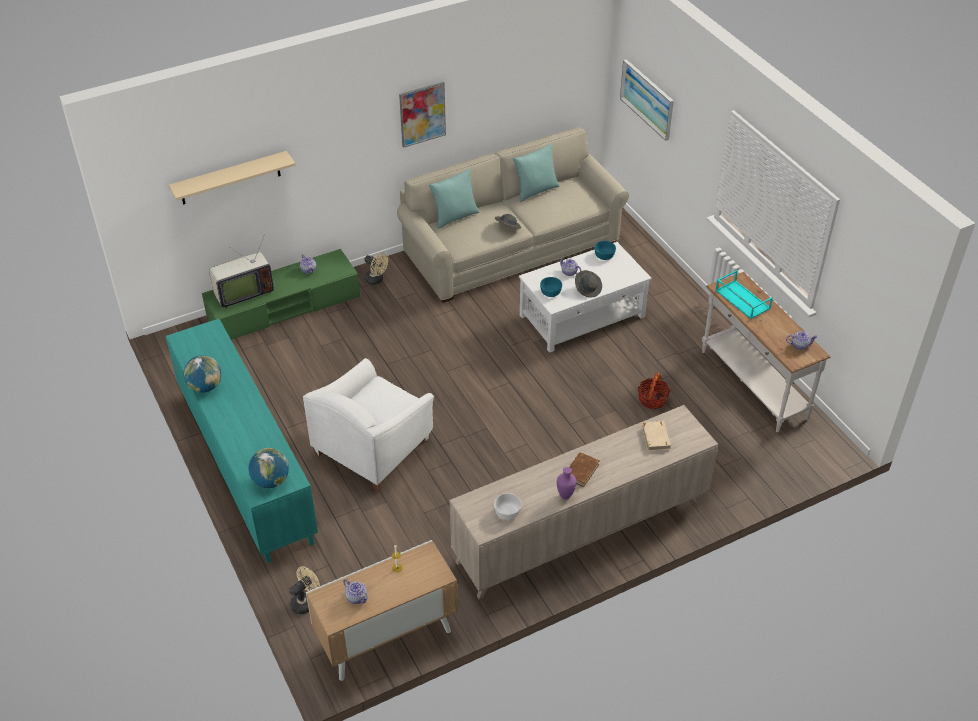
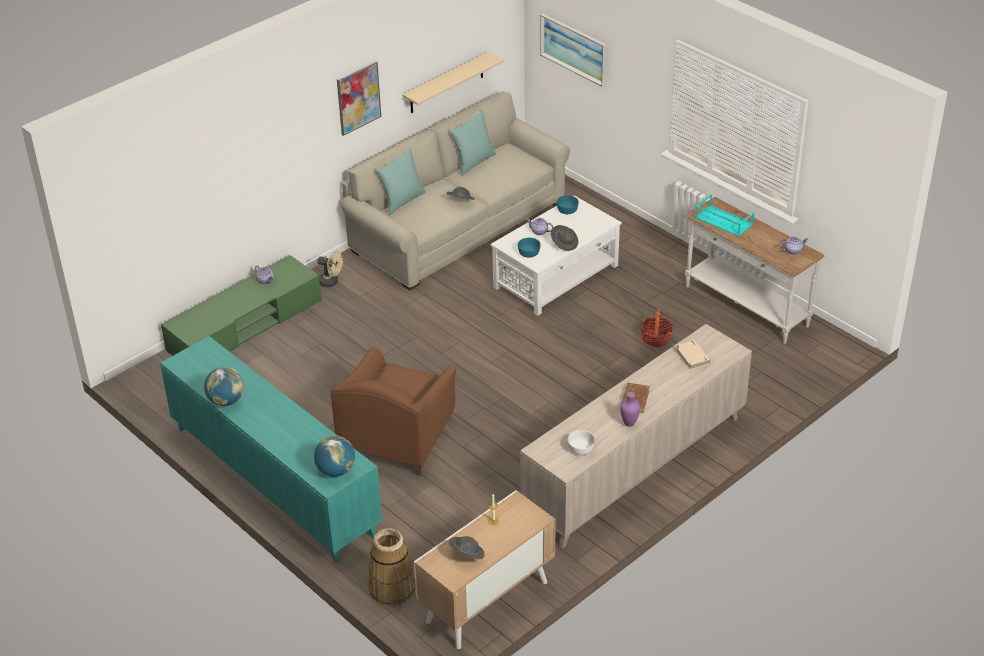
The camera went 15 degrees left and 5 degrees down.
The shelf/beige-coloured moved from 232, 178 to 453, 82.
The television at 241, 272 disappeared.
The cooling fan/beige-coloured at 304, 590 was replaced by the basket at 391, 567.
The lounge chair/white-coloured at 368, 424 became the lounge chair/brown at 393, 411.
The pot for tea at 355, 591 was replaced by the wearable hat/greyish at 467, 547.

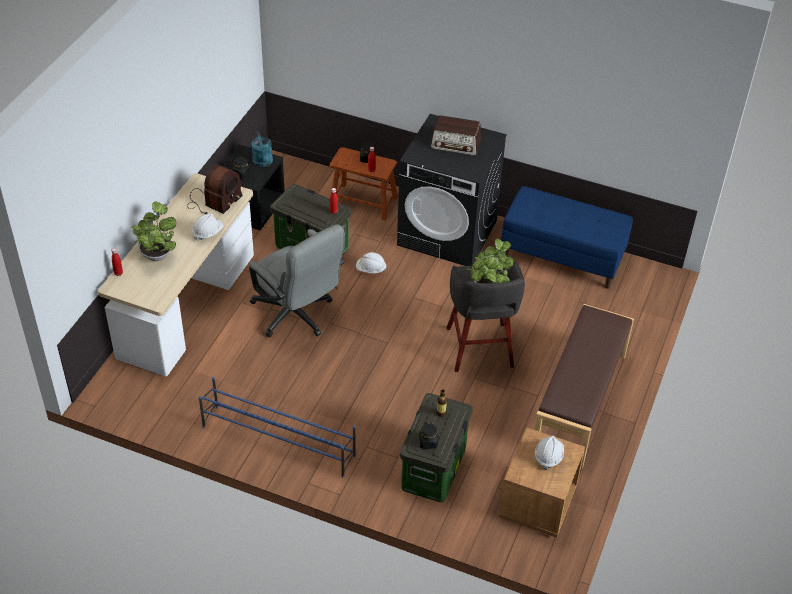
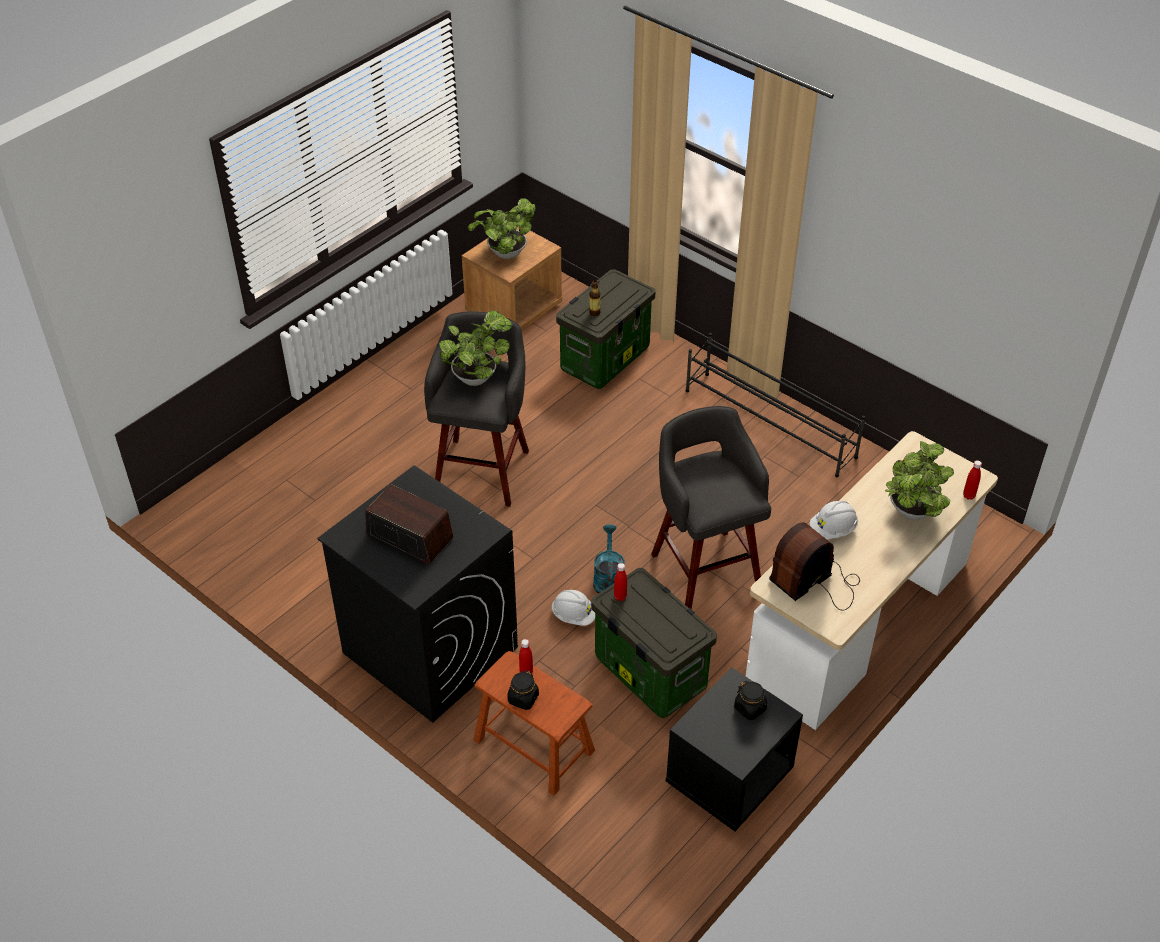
The camera went 160 degrees left and 0 degrees up.
The shoe shelf/blue at 277, 427 became the shoe shelf/blackish at 775, 405.
The office chair/greyish at 297, 280 was replaced by the stool/greyish at 711, 507.
The watering pot/blue-green moved from 262, 149 to 609, 559.
The preserve jar/blackish at 428, 435 disappeared.
The long seat/blue at 567, 237 disappeared.
The long seat/brown at 584, 386 disappeared.
The safety helmet/white-coloured at 549, 453 was replaced by the houseplant at 502, 228.

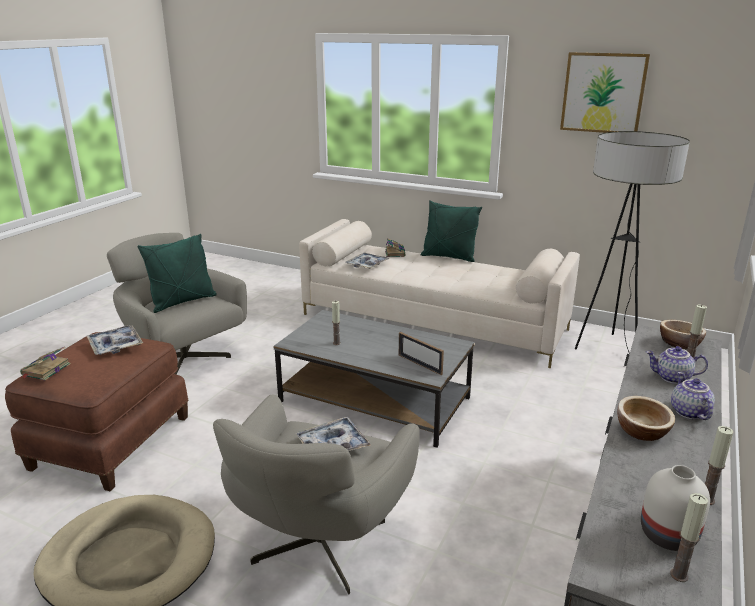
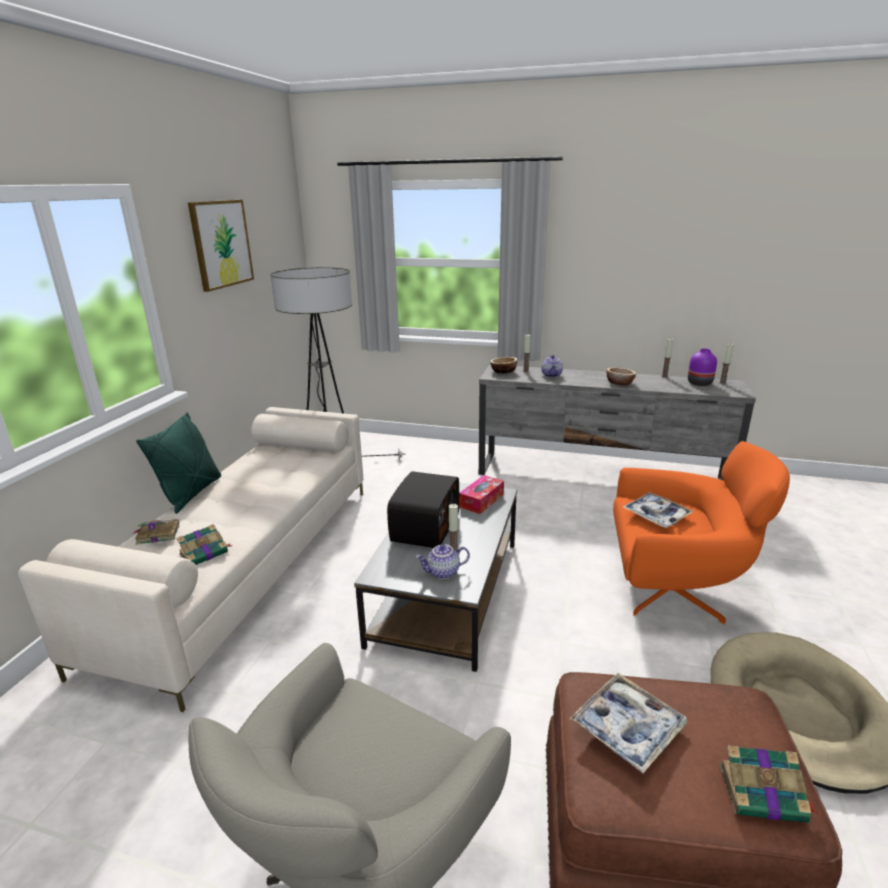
The camera went 100 degrees left and 0 degrees up.
The throw pillow/green at 177, 273 disappeared.
The lounge chair/greyish at 316, 494 became the lounge chair/orangey at 701, 533.
The serving tray at 367, 260 was replaced by the bound book at 205, 544.
The standing frame at 421, 353 was replaced by the tissue box at 481, 494.
The decorative vase/white-coloured at 675, 508 became the decorative vase/purple at 702, 367.
The pot for tea moved from 693, 396 to 443, 561.
The radio at 423, 509 appeared.

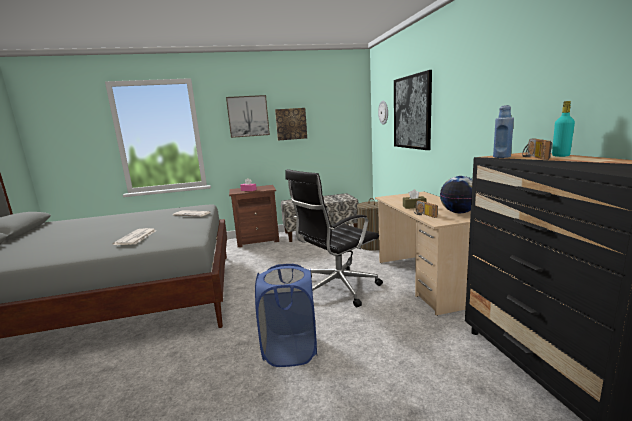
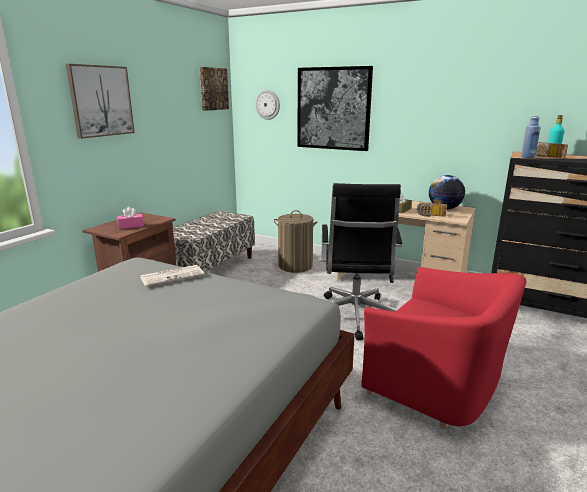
The camera went 50 degrees left and 5 degrees up.
The newspaper at 134, 236 disappeared.
The hamper/blue at 286, 315 was replaced by the lounge chair/red at 443, 347.
The wall picture moved from 291, 124 to 214, 89.

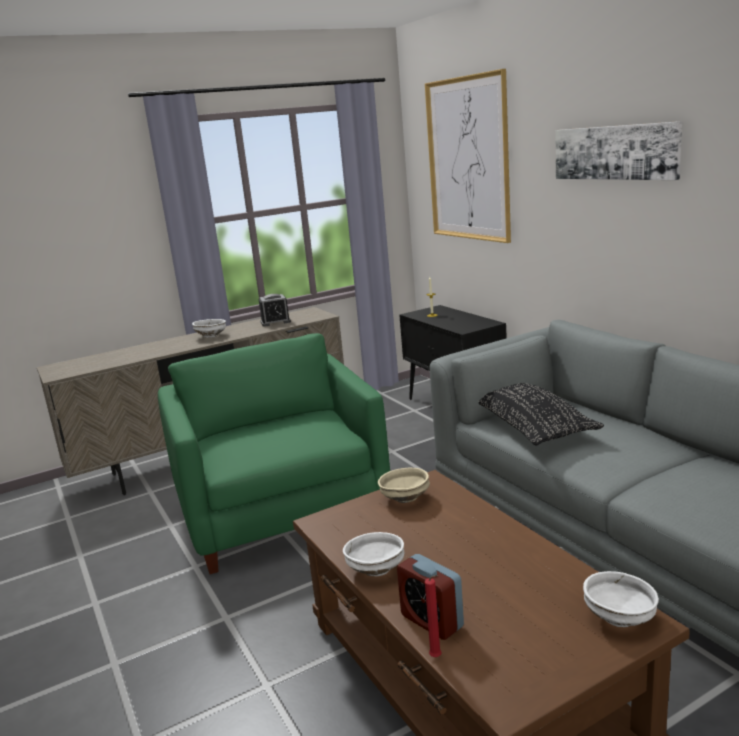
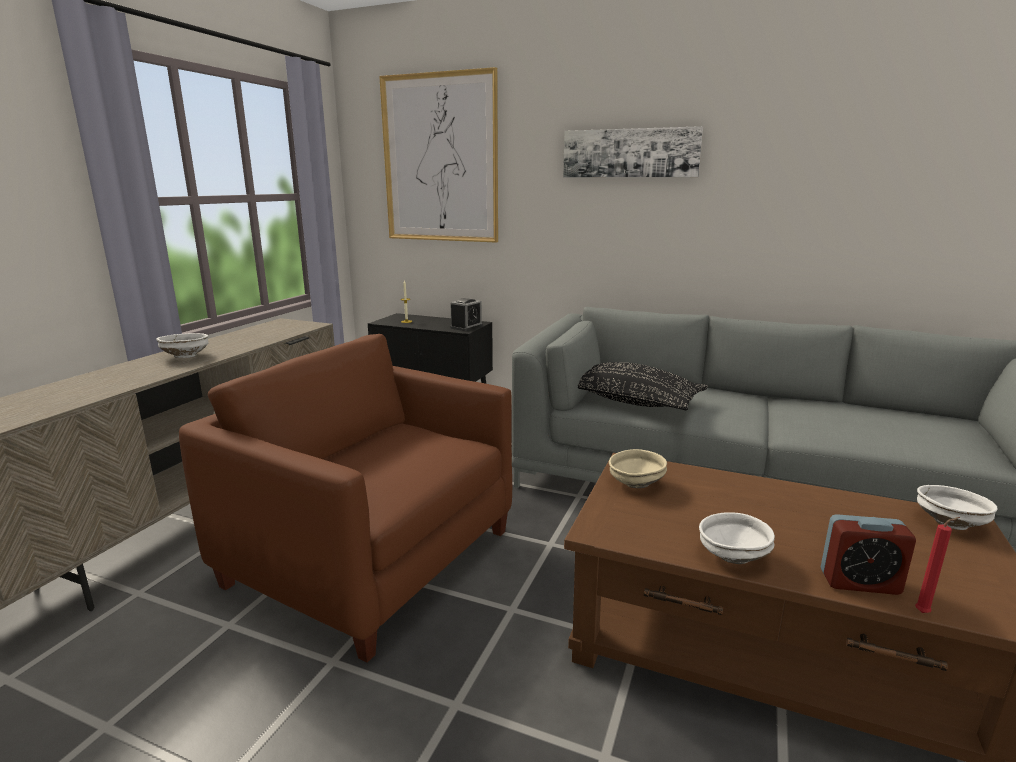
The camera went 40 degrees left and 0 degrees up.
The lounge chair/green at 274, 453 became the lounge chair/brown at 345, 498.
The alarm clock moved from 275, 310 to 466, 314.

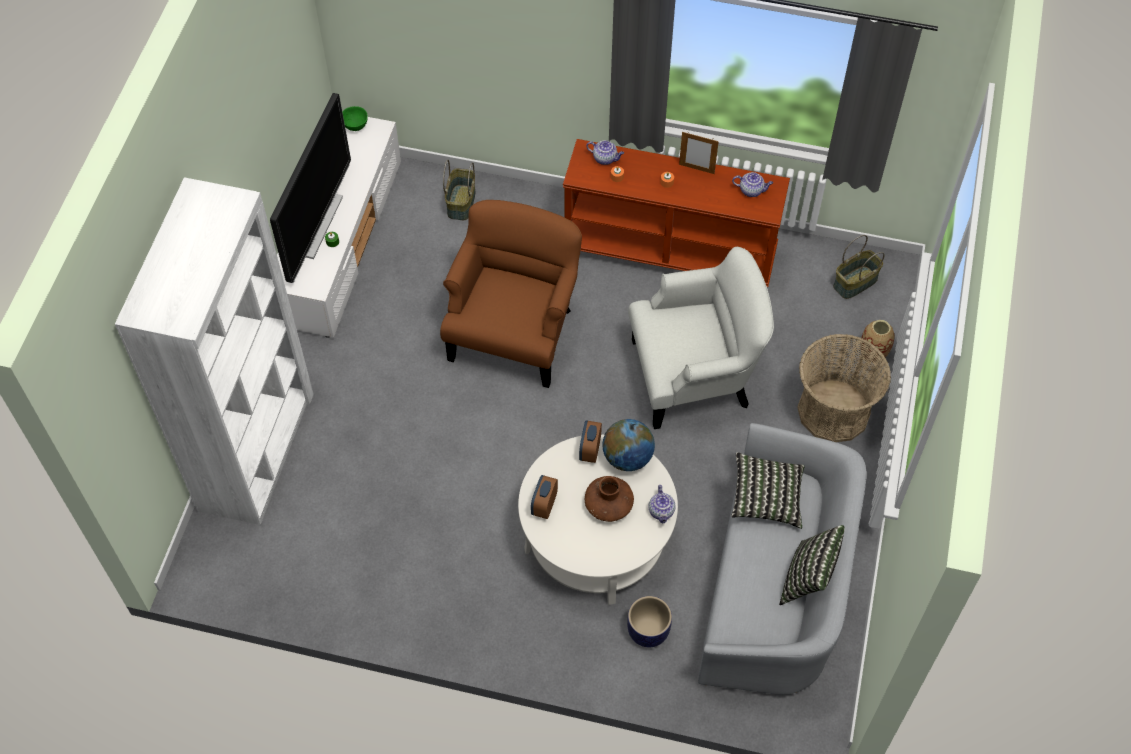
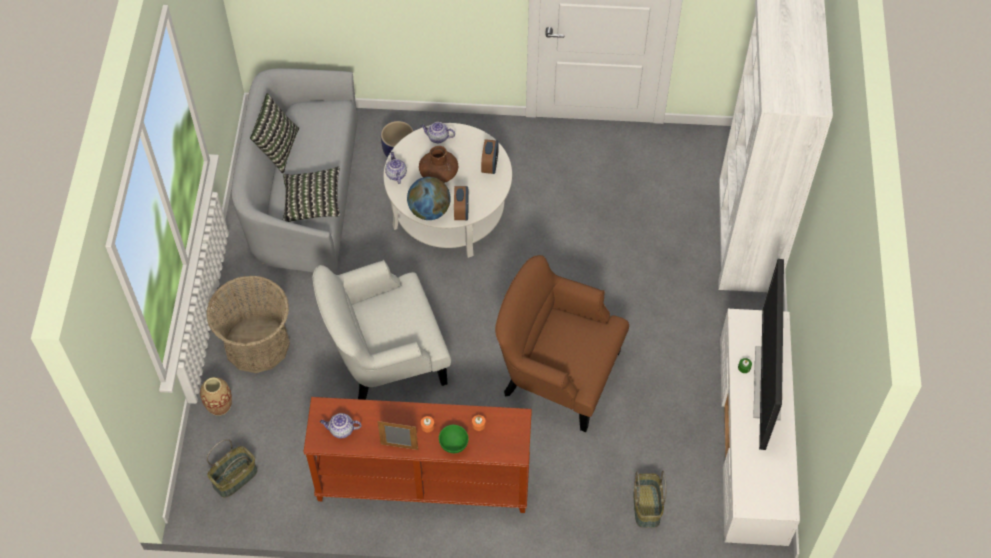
The camera went 170 degrees right and 0 degrees up.
The bowl/green moved from 355, 118 to 453, 439.
The lounge chair/brown at 511, 294 turned 105 degrees clockwise.
The pot for tea moved from 605, 152 to 438, 132.

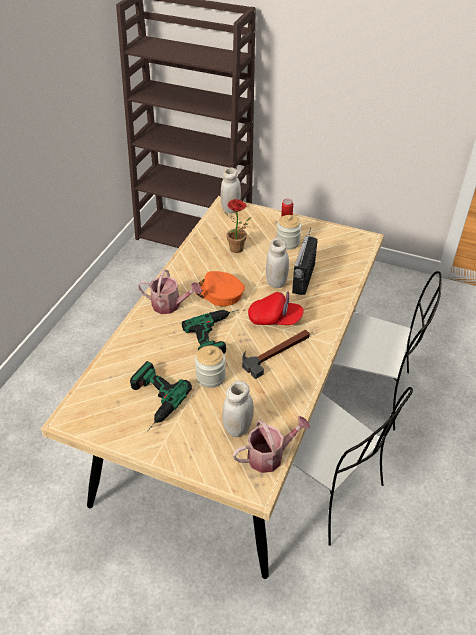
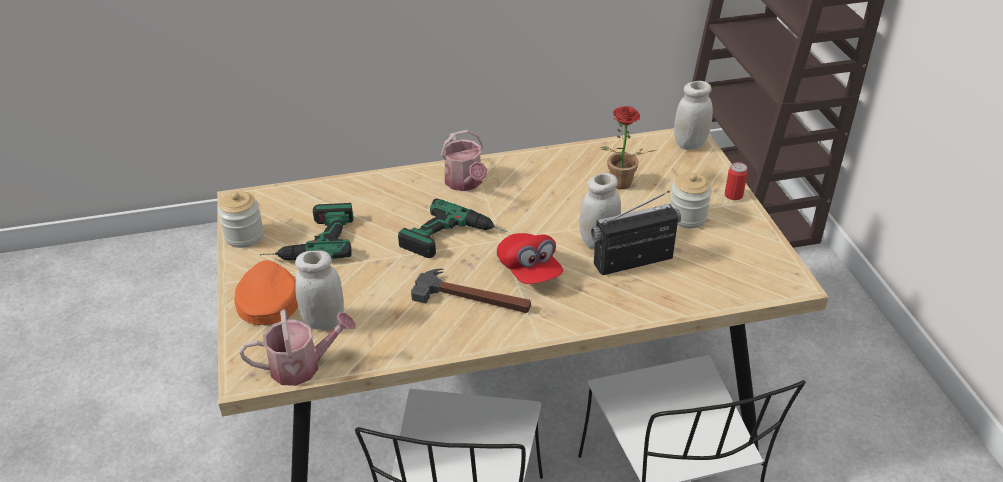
The camera went 55 degrees right and 5 degrees down.
The preserve jar moved from 210, 366 to 240, 219.
The cap/orangey moved from 220, 288 to 266, 292.
The watering pot at 271, 444 turned 45 degrees counterclockwise.

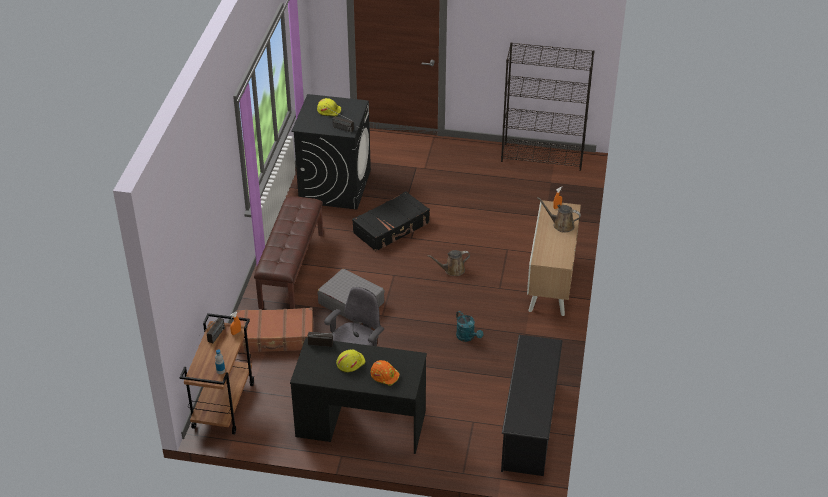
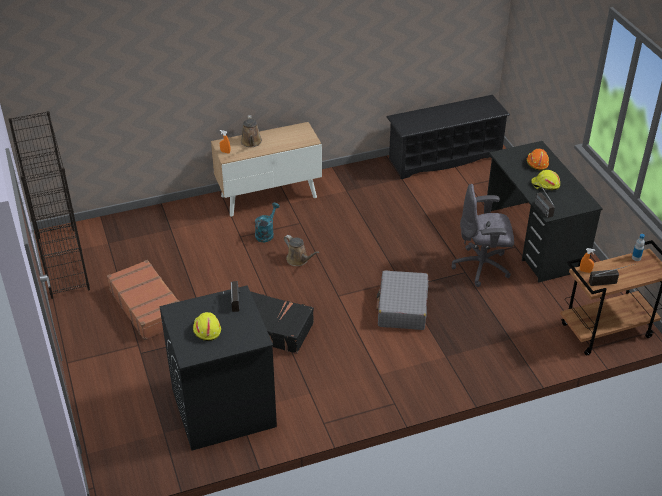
The camera went 120 degrees left and 0 degrees up.
The suitcase/brown moved from 275, 330 to 143, 300.
The long seat/brown at 288, 252 disappeared.
The watering pot/blue-green moved from 469, 326 to 267, 222.

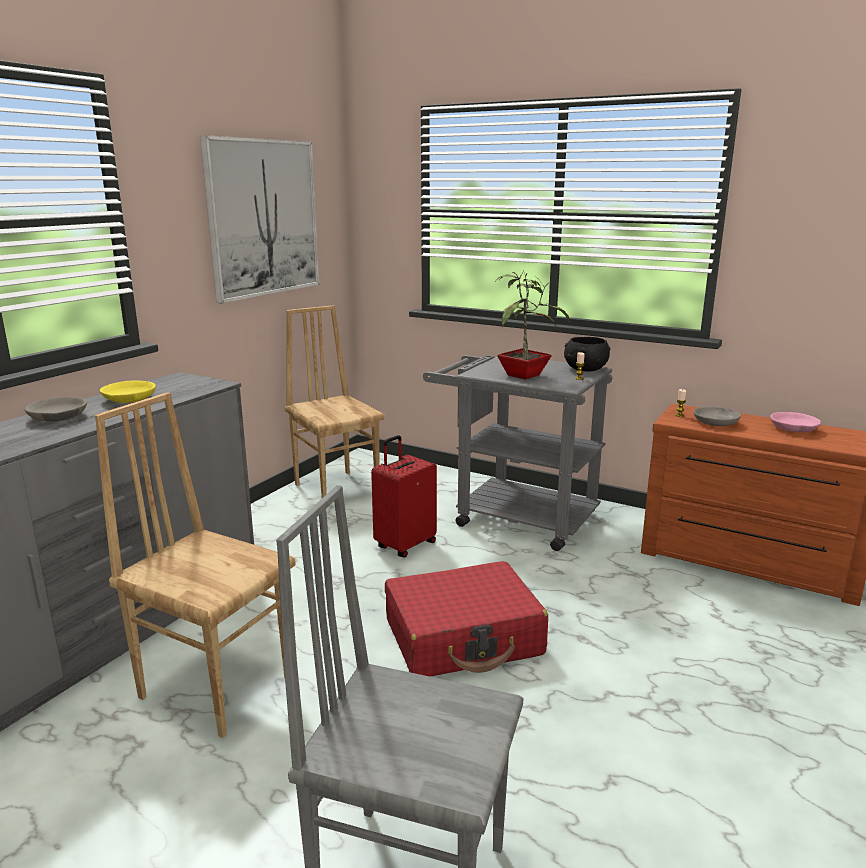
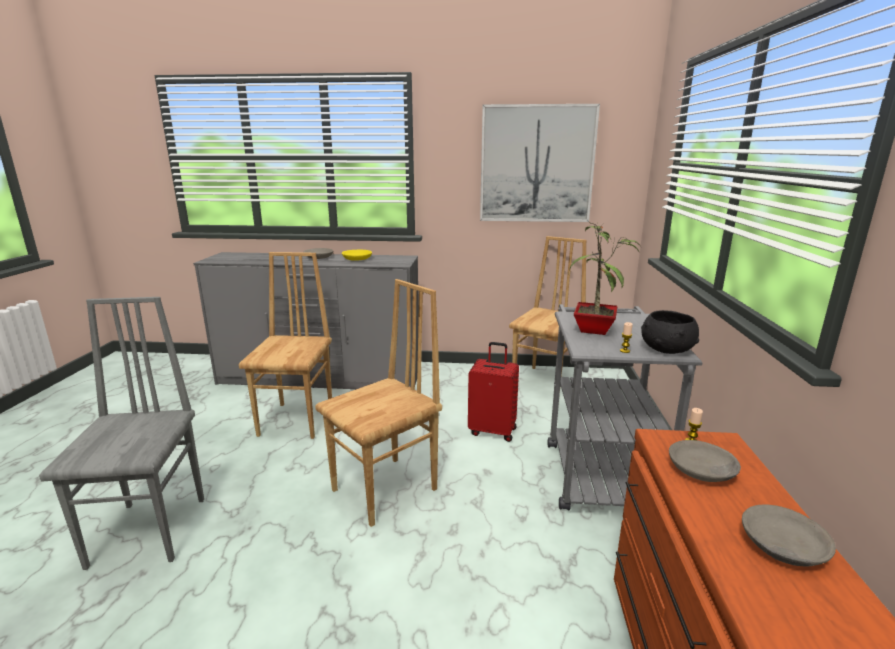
The camera went 65 degrees right and 0 degrees up.
The suitcase/red at 466, 619 was replaced by the plain chair/brown at 378, 403.
The bowl/pink at 795, 422 became the bowl/greyish at 789, 535.

